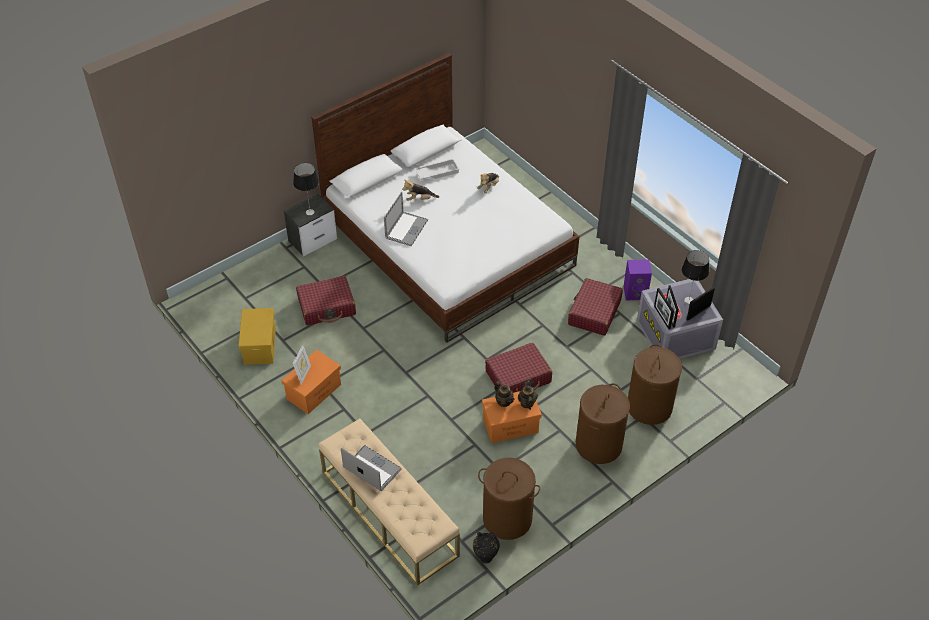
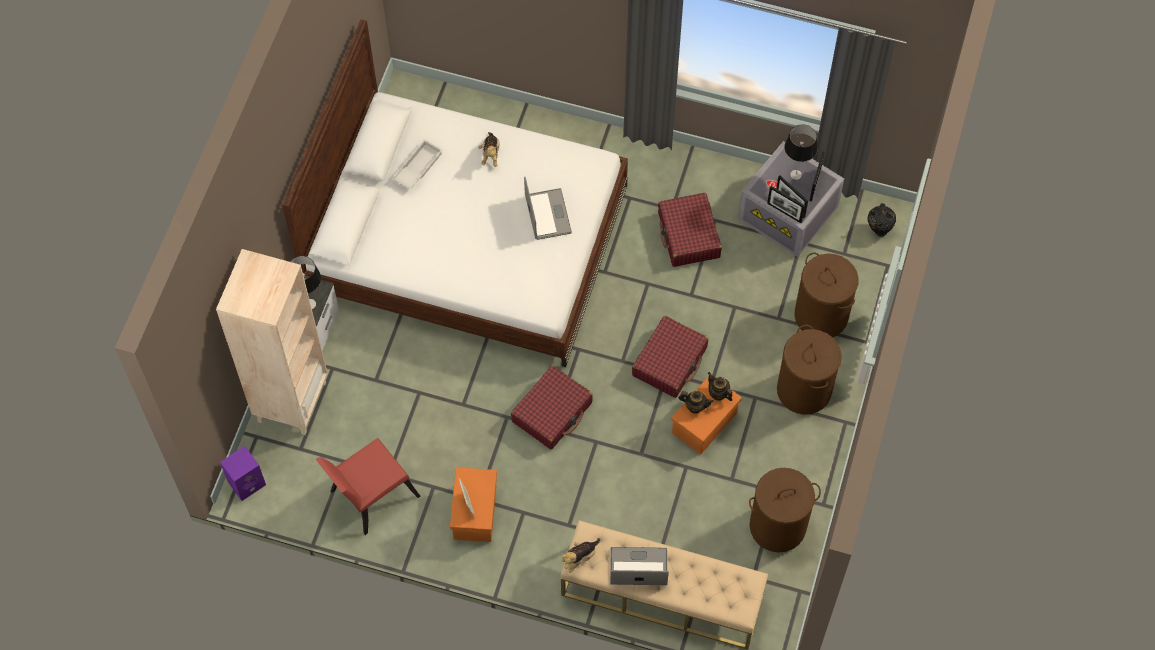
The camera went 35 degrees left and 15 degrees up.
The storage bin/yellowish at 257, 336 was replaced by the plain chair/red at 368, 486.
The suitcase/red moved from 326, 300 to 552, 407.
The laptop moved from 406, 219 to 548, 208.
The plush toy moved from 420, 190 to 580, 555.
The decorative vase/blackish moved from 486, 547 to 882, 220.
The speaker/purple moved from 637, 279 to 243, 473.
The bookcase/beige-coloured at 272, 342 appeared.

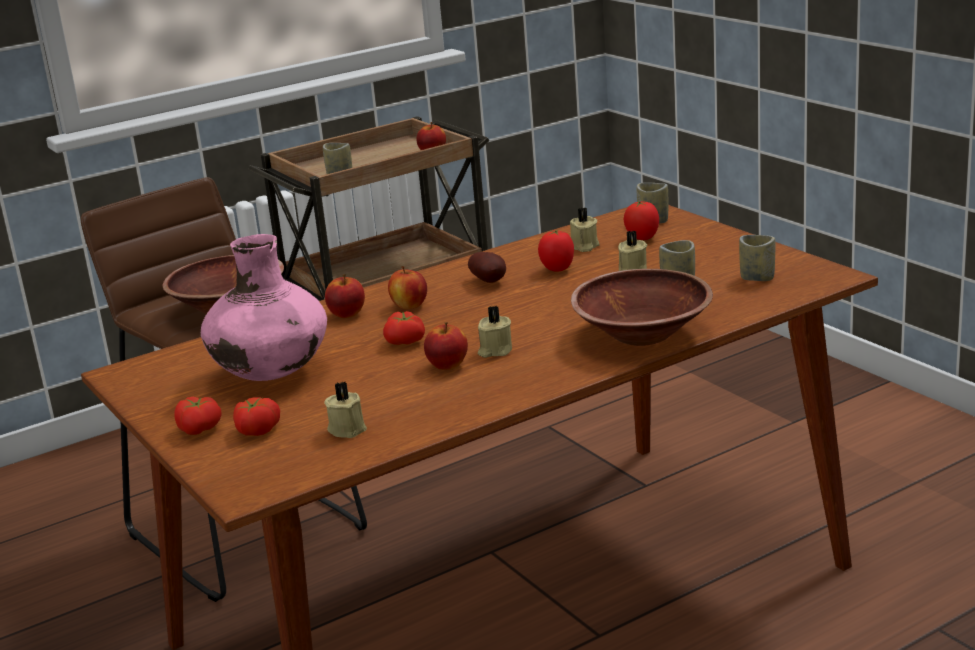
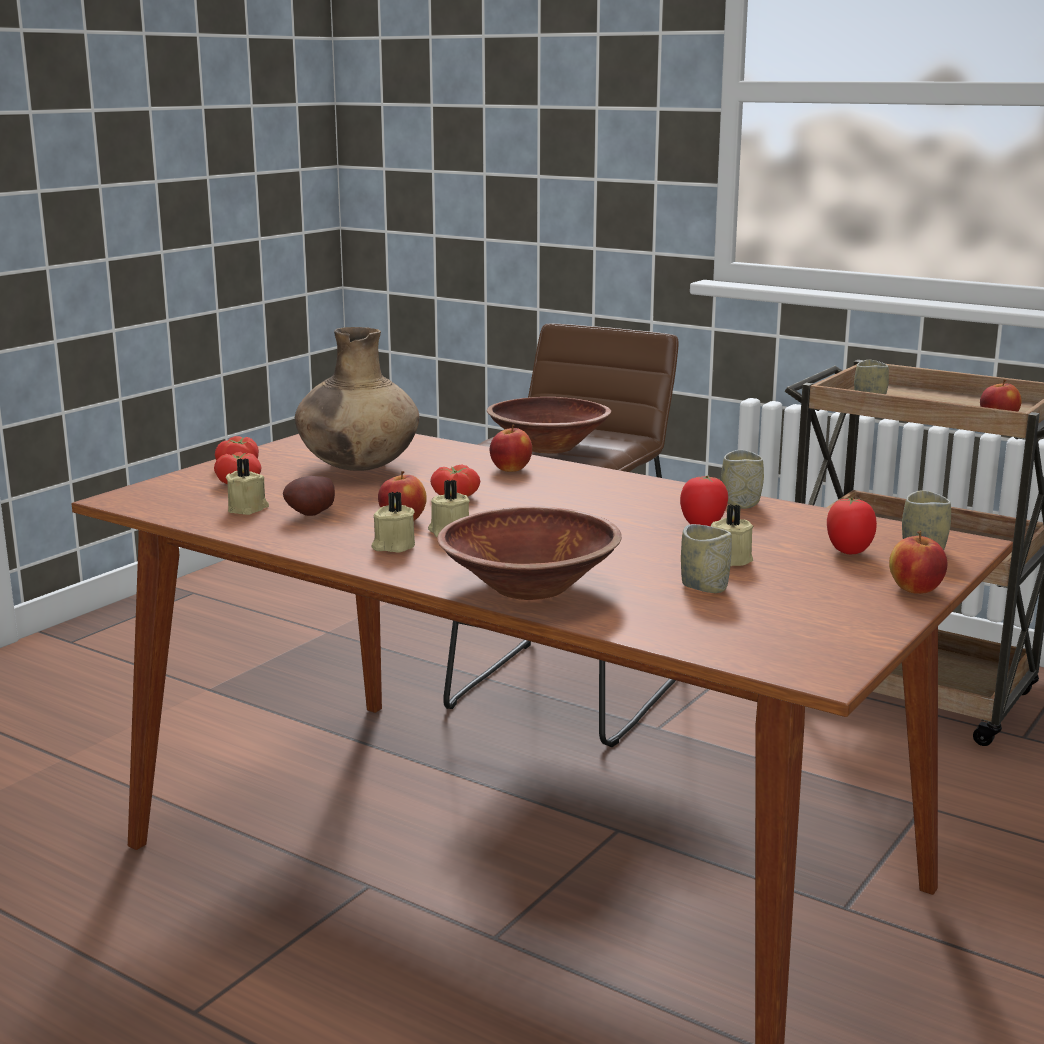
The camera went 65 degrees right and 5 degrees down.
The decorative vase/pink at 264, 307 became the decorative vase/brown at 357, 399.
The apple fruit moved from 407, 287 to 918, 562.
The whole potato moved from 487, 267 to 309, 496.
The wax candle/beige-coloured moved from 585, 229 to 393, 522.
The cup moved from 757, 258 to 742, 479.

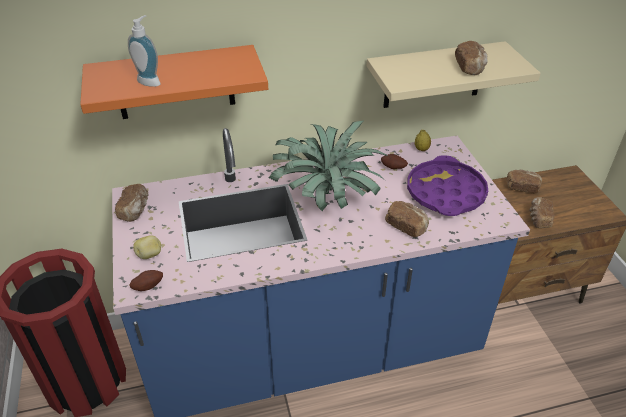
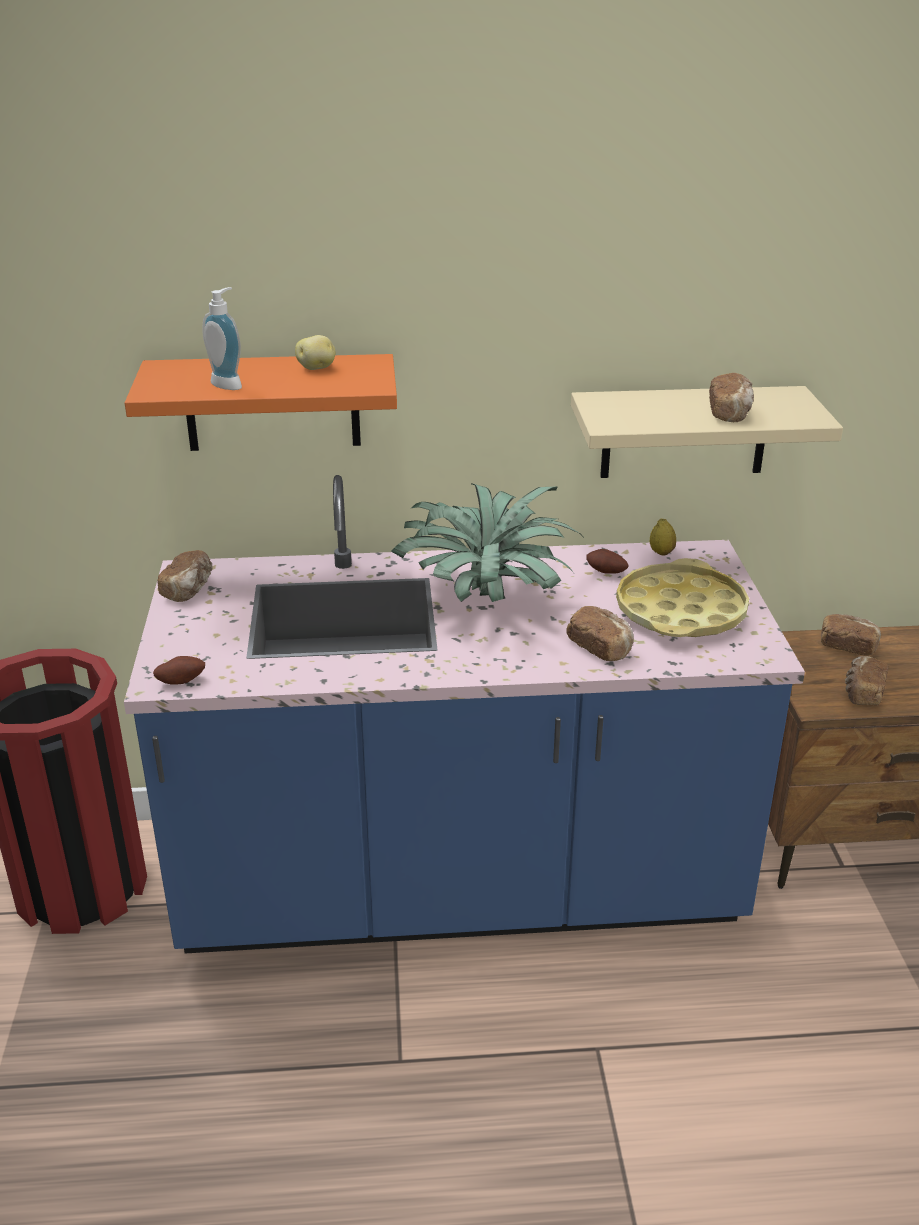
The camera went 10 degrees right and 10 degrees down.
The whole potato moved from 147, 247 to 315, 352.
The serving tray/purple at 447, 185 became the serving tray/yellowish at 682, 597.

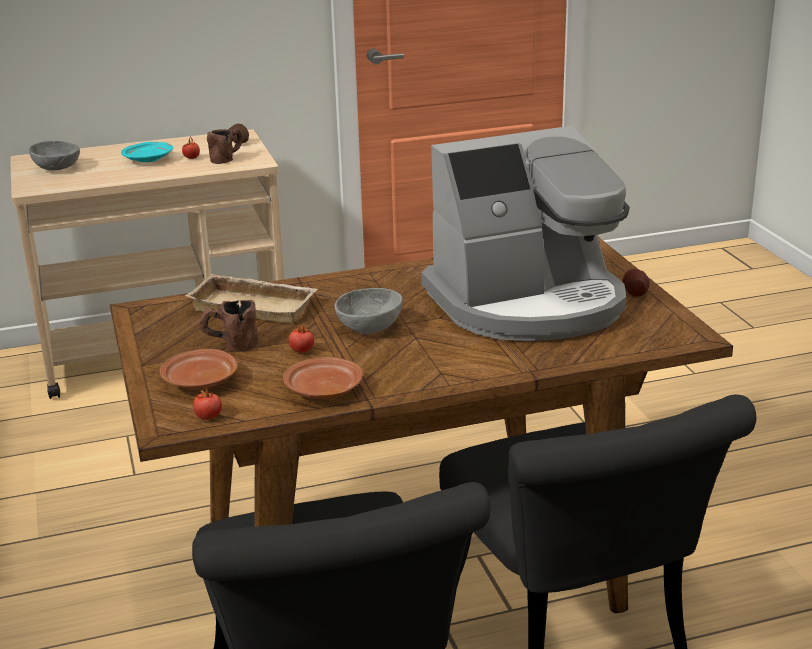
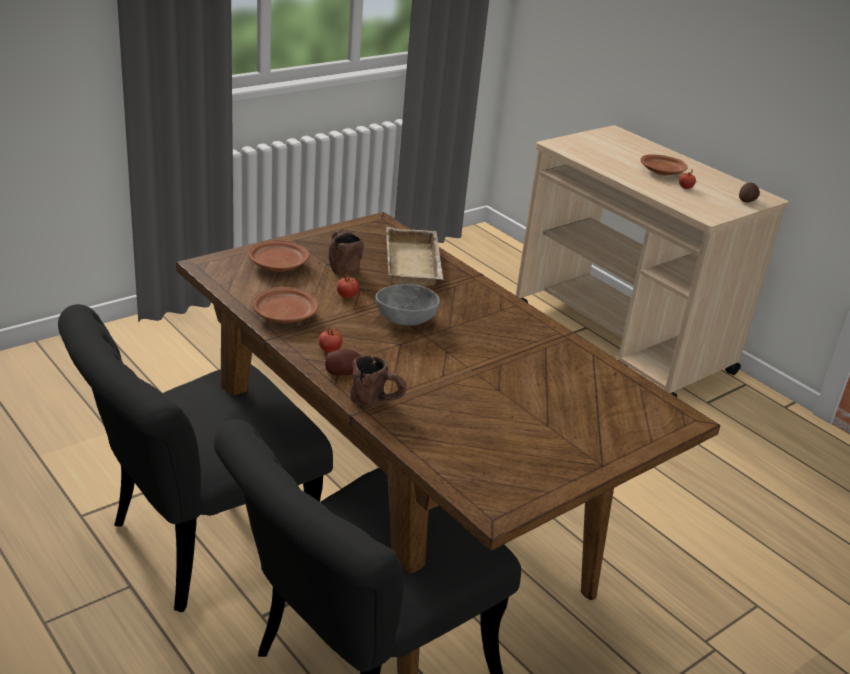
The camera went 65 degrees right and 5 degrees up.
The bowl/greyish at 54, 155 disappeared.
The plate/blue-green at 147, 152 became the plate/brown at 664, 165.
The fresh tomato moved from 207, 403 to 330, 339.
The coffee mug/brown moved from 225, 146 to 378, 381.
The coffee maker at 525, 233 disappeared.
The whole potato moved from 636, 283 to 343, 362.

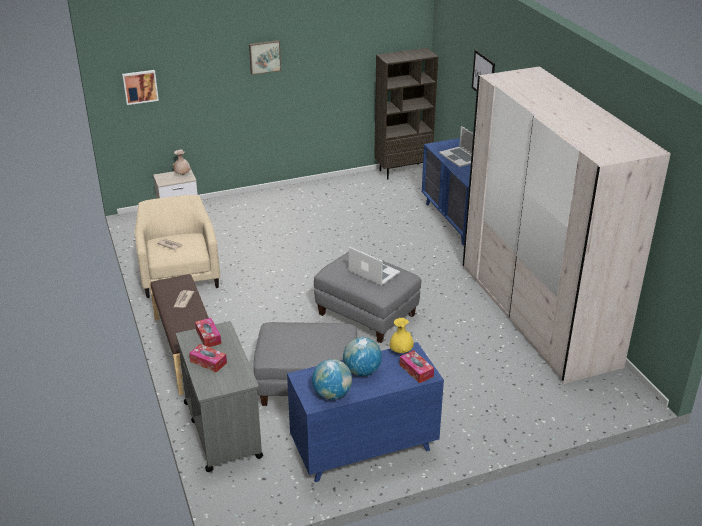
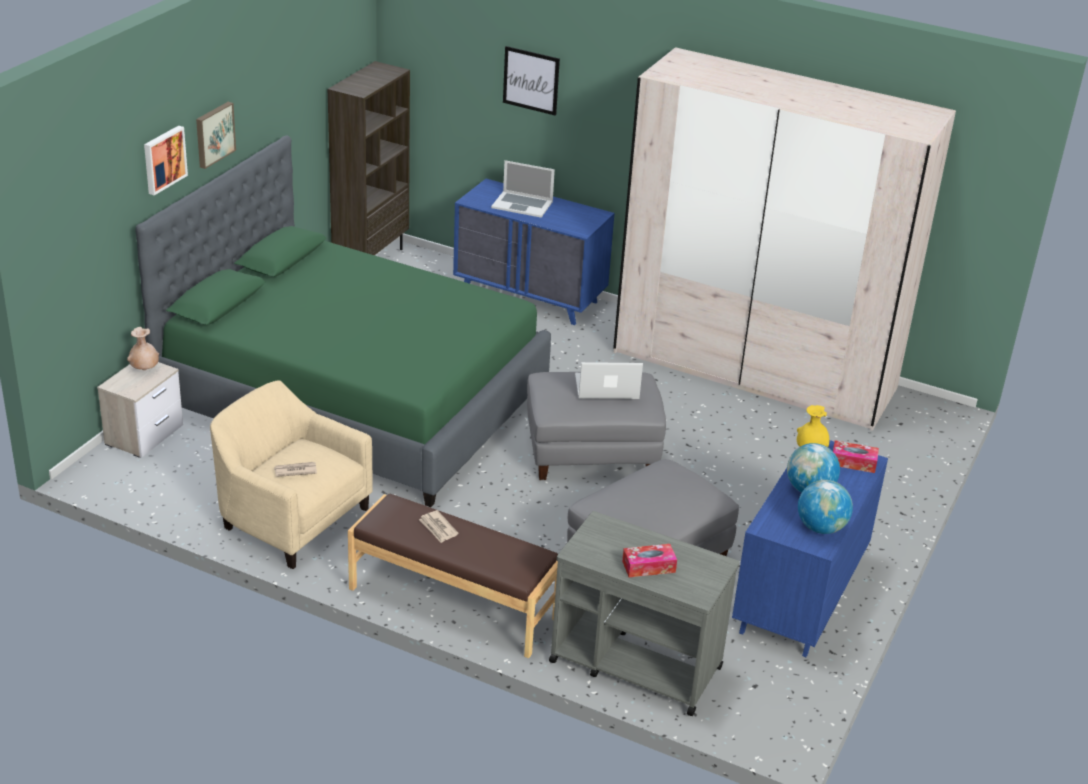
The camera went 45 degrees left and 0 degrees up.
The wall picture moved from 140, 87 to 166, 160.
The tissue box at 208, 332 disappeared.
The bedroom bed/green at 343, 321 appeared.

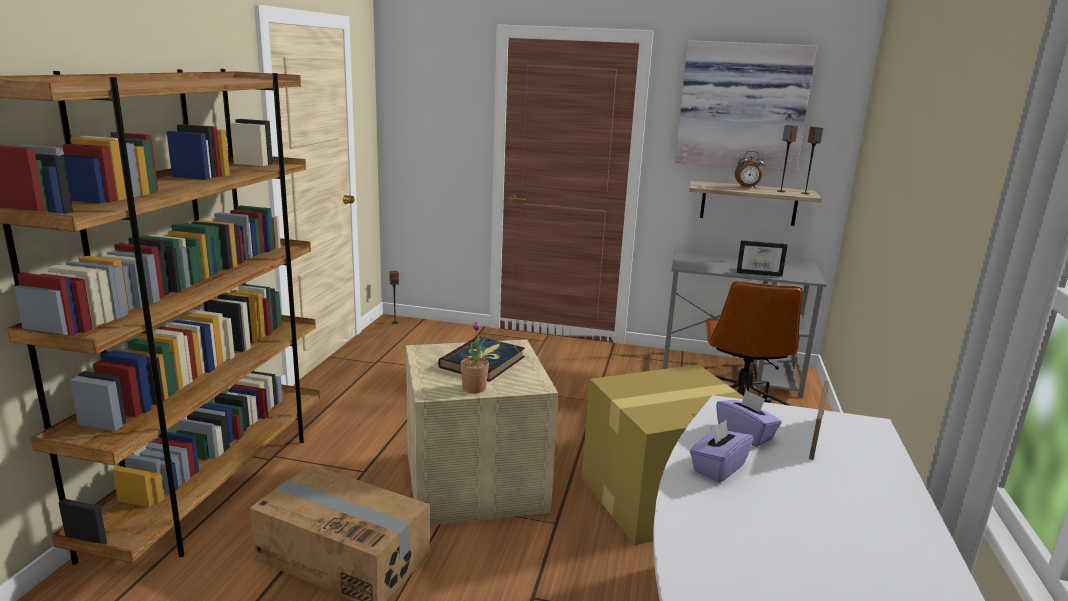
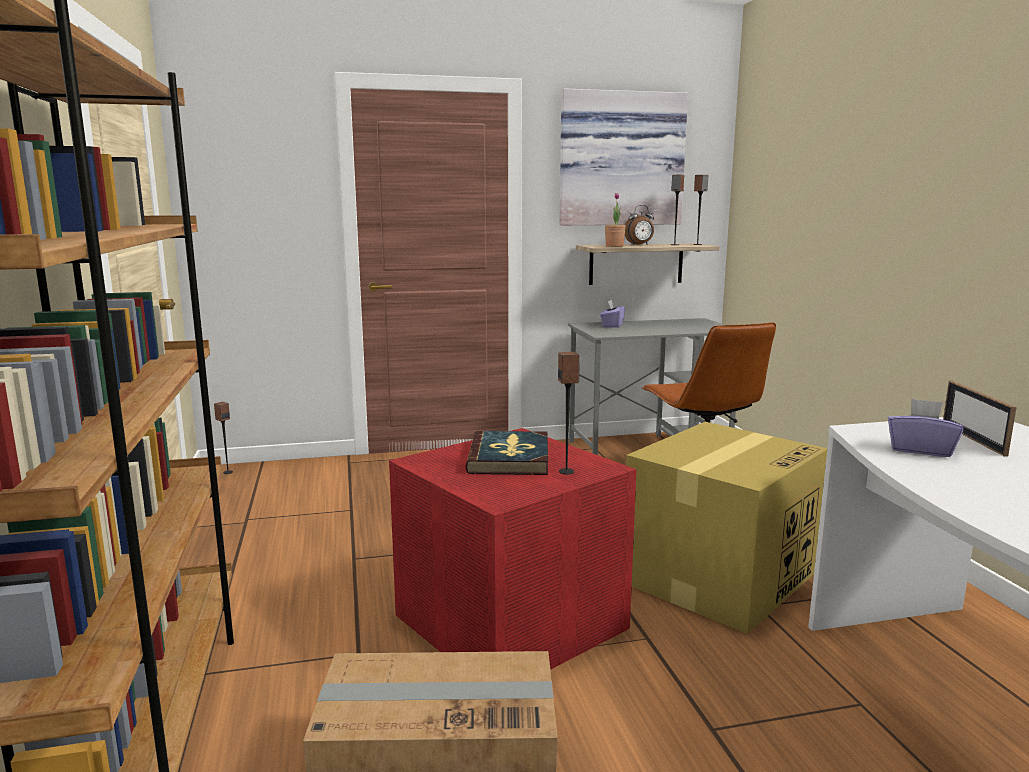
The camera went 25 degrees left and 5 degrees down.
The storage bin/beige-coloured at 482, 432 became the storage bin/red at 513, 549.
The houseplant moved from 474, 357 to 615, 220.
The tissue box/purple moved from 721, 451 to 612, 314.
The standing frame at 762, 259 disappeared.
The speaker at 569, 413 appeared.

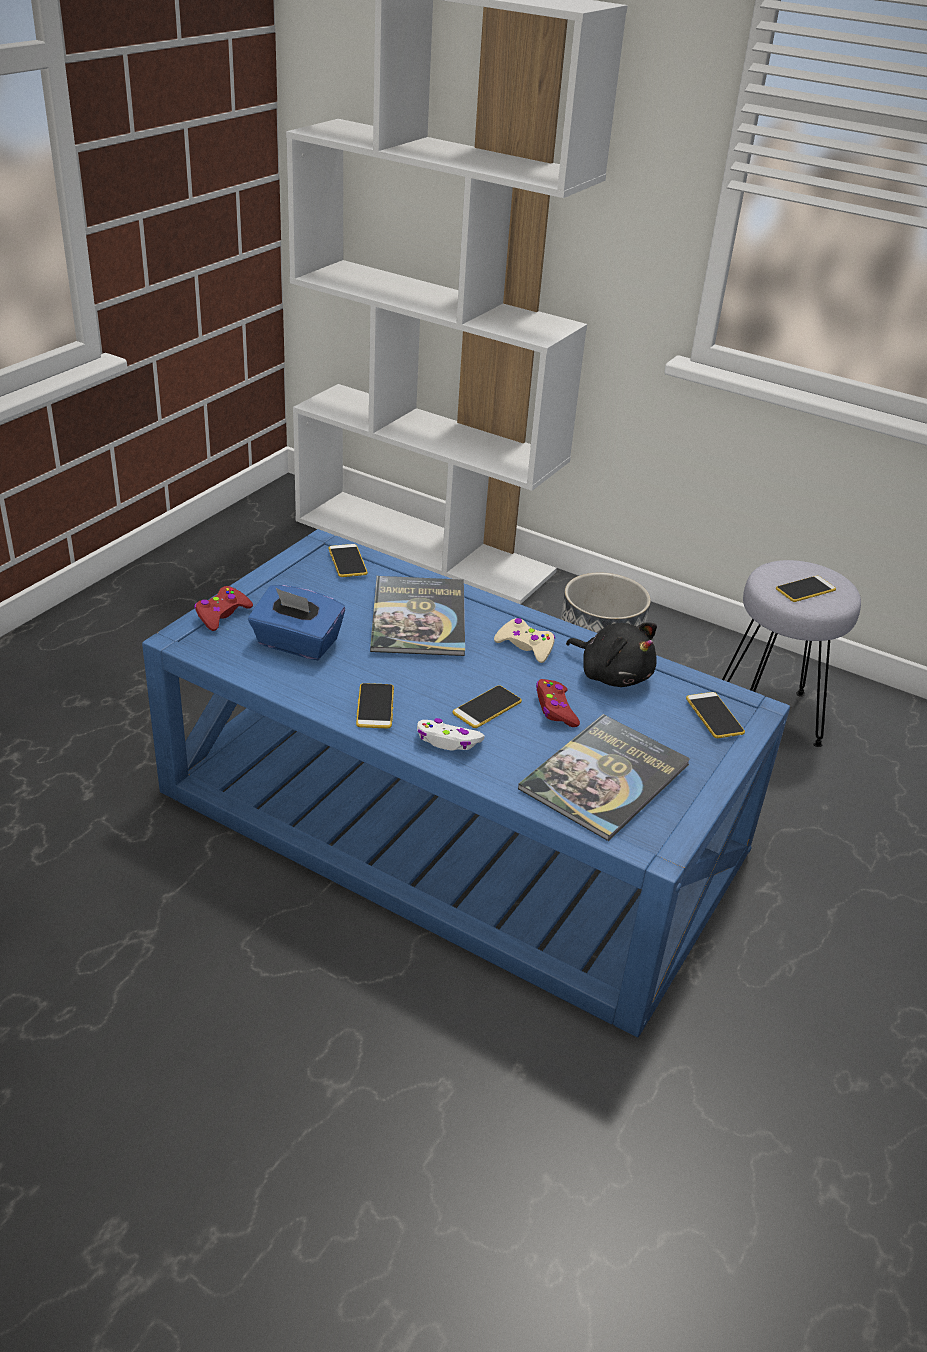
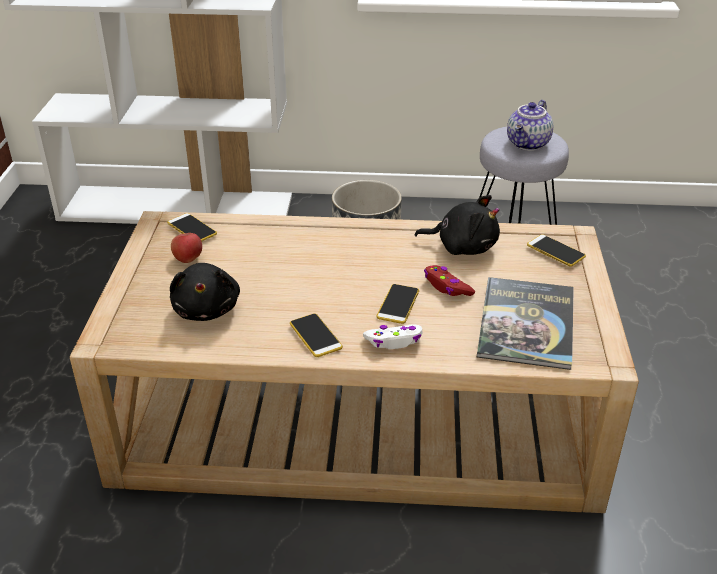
The camera went 25 degrees left and 0 degrees up.
The coffee table/blue at 466, 783 became the coffee table/beige-coloured at 354, 362.
The game controller/red at 223, 608 disappeared.
The tissue box/blue at 296, 622 was replaced by the plush toy/blackish at 205, 292.
The bound book at 417, 616 disappeared.
The game controller/beige-coloured at 524, 640 disappeared.
The telephone at 806, 589 was replaced by the pot for tea at 530, 125.
The apple fruit at 186, 248 appeared.

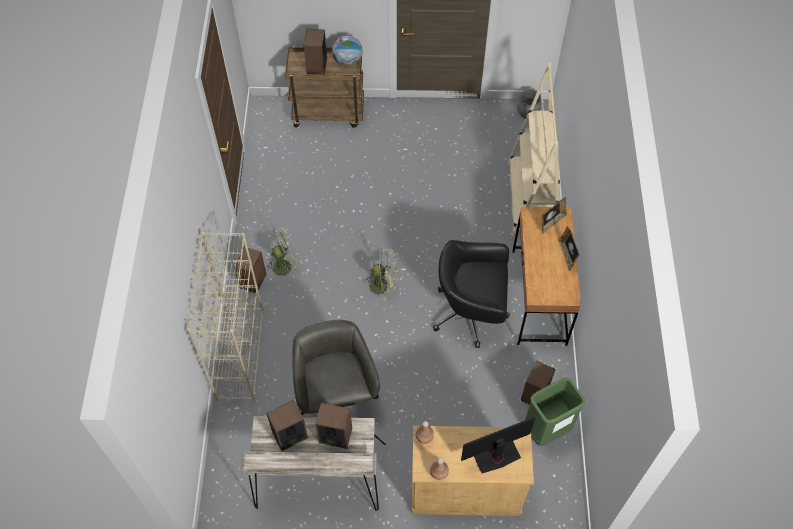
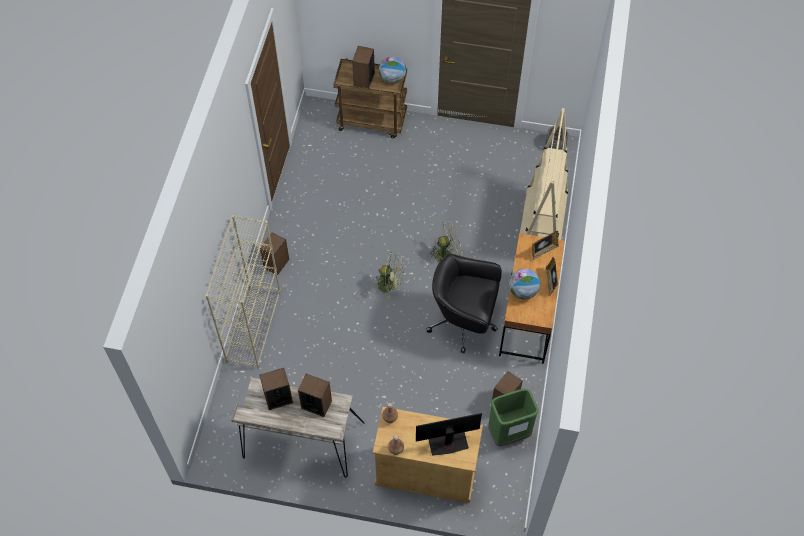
The camera went 10 degrees right and 0 degrees up.
The cooling fan/green moved from 283, 253 to 445, 241.
The office chair/greyish at 336, 367 disappeared.
The globe at 524, 284 appeared.

